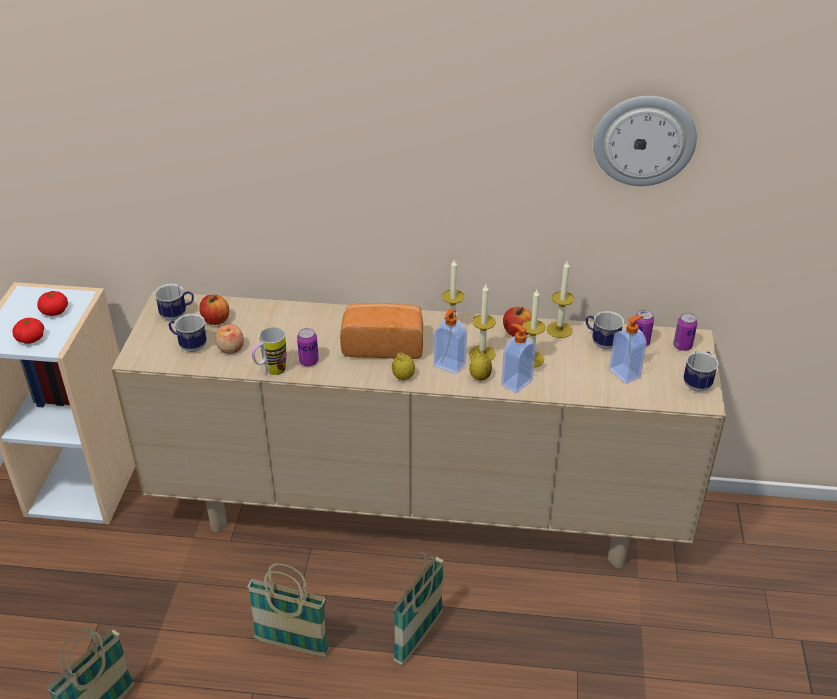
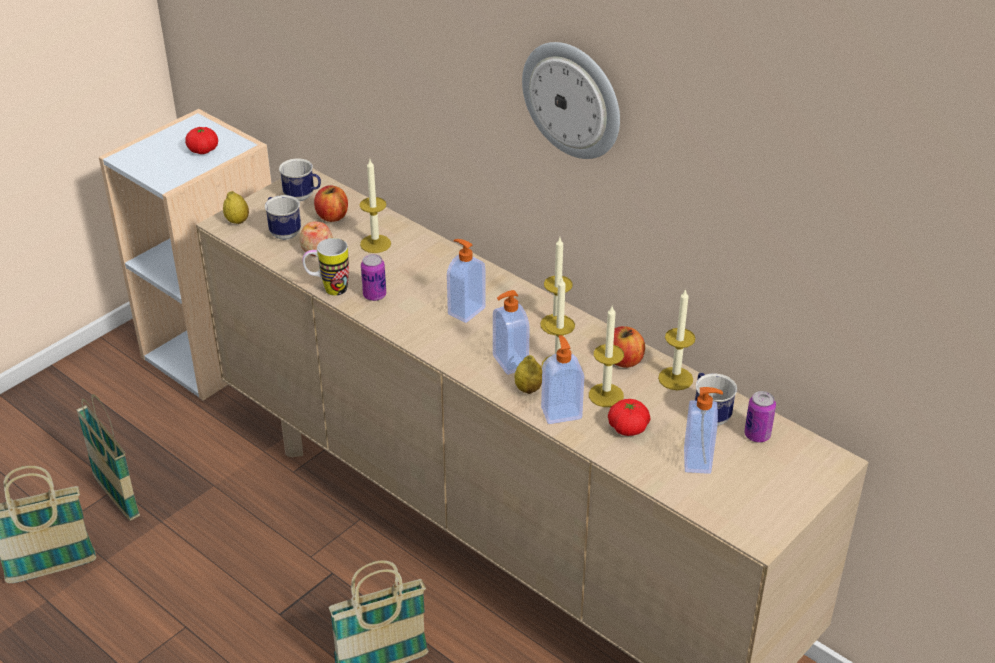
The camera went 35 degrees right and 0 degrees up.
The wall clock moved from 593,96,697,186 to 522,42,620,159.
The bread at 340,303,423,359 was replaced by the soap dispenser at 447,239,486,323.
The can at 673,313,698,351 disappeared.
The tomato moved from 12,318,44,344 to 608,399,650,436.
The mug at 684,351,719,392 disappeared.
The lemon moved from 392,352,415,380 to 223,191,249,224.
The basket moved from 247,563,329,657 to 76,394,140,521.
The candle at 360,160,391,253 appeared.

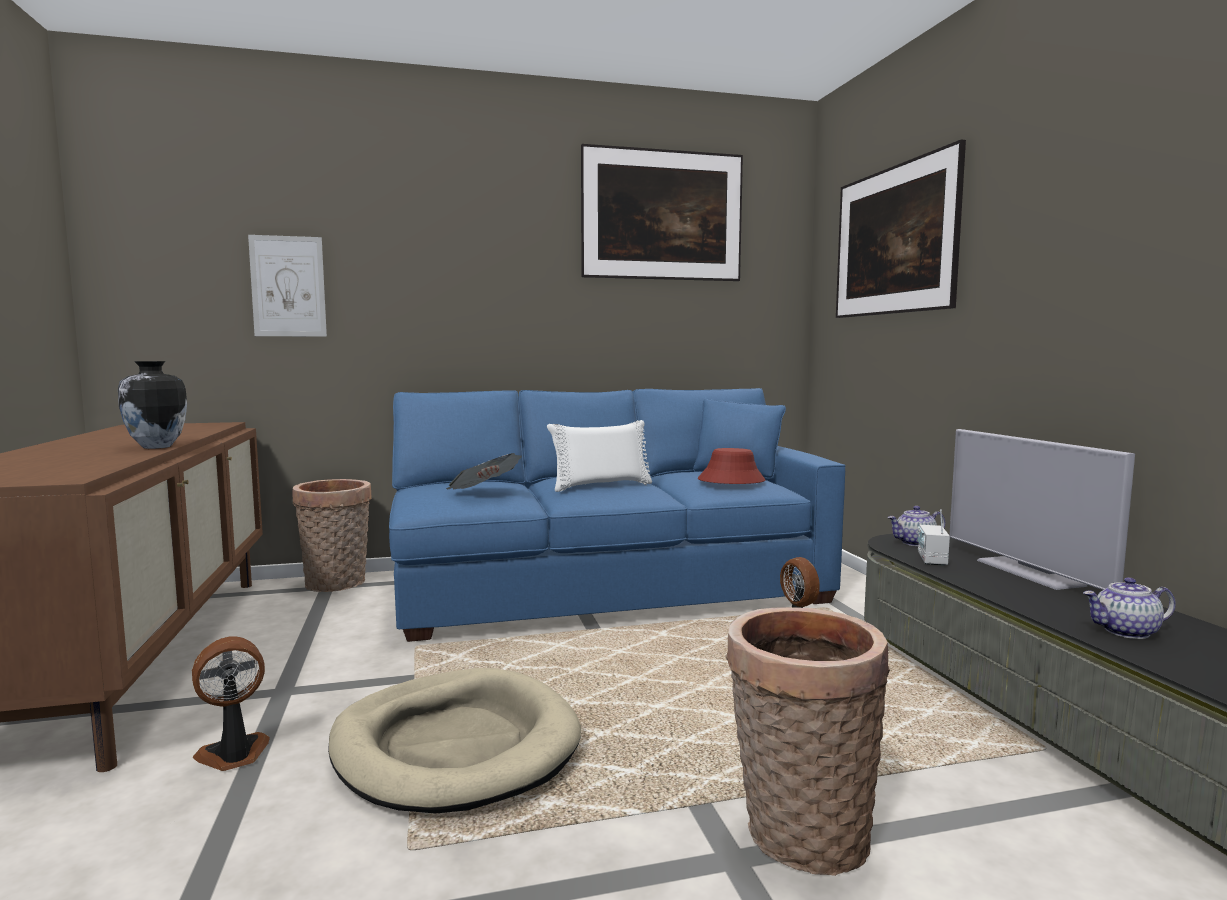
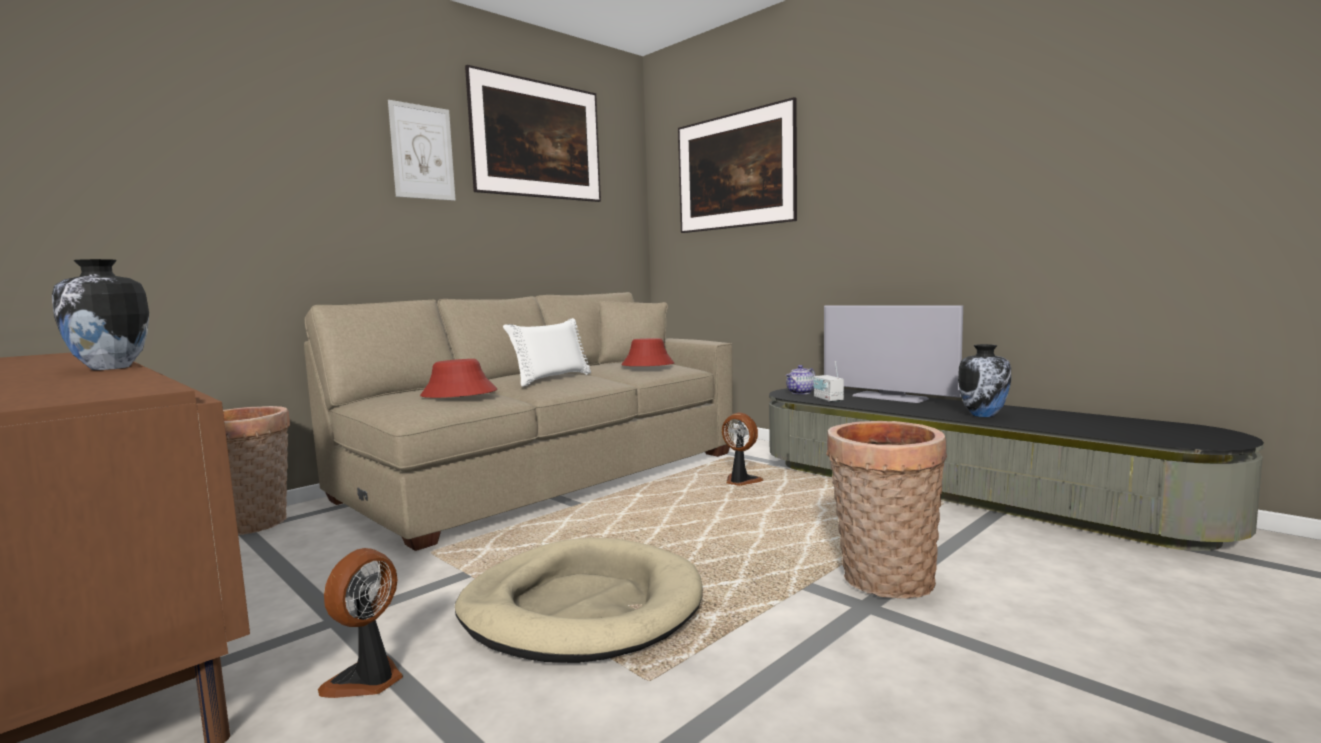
The camera went 30 degrees left and 0 degrees up.
The picture moved from 248,235,327,337 to 388,100,455,201.
The blue sofa at 389,388,846,642 became the beige sofa at 304,292,734,551.
The newspaper at 446,453,522,489 was replaced by the red hat at 420,359,497,398.
The teapot at 1083,577,1176,639 was replaced by the vase at 958,344,1011,417.

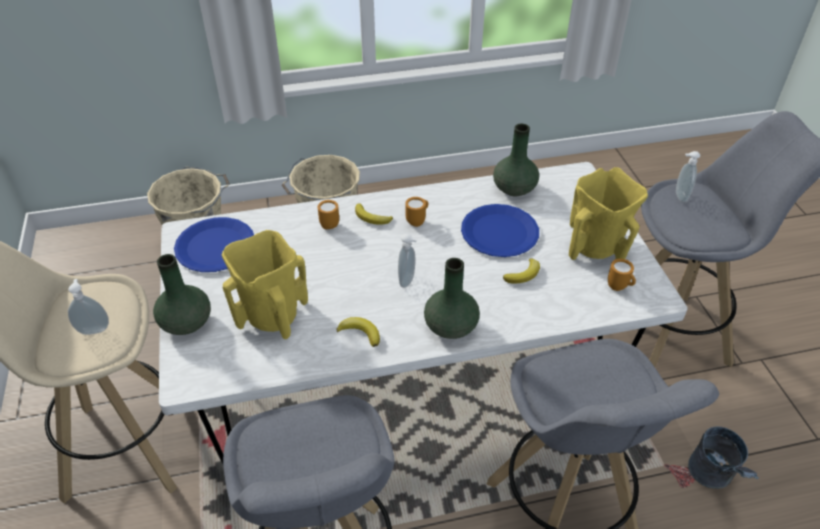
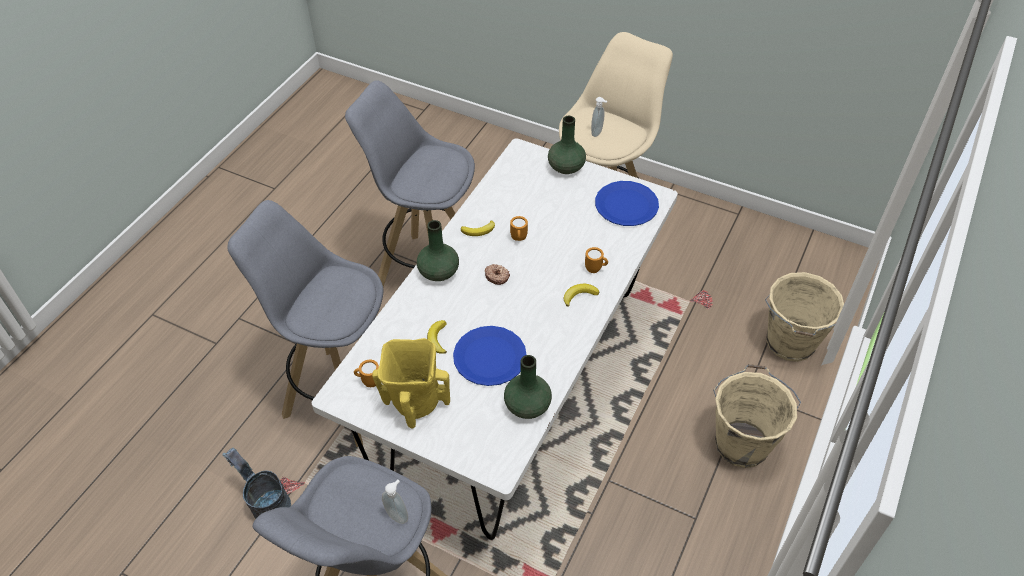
The camera went 130 degrees right and 5 degrees up.
The orange mug moved from 405,197,428,227 to 510,216,528,241.
The yellow vase at 222,230,308,339 disappeared.
The soap dispenser at 398,234,418,288 was replaced by the donut at 485,264,510,285.

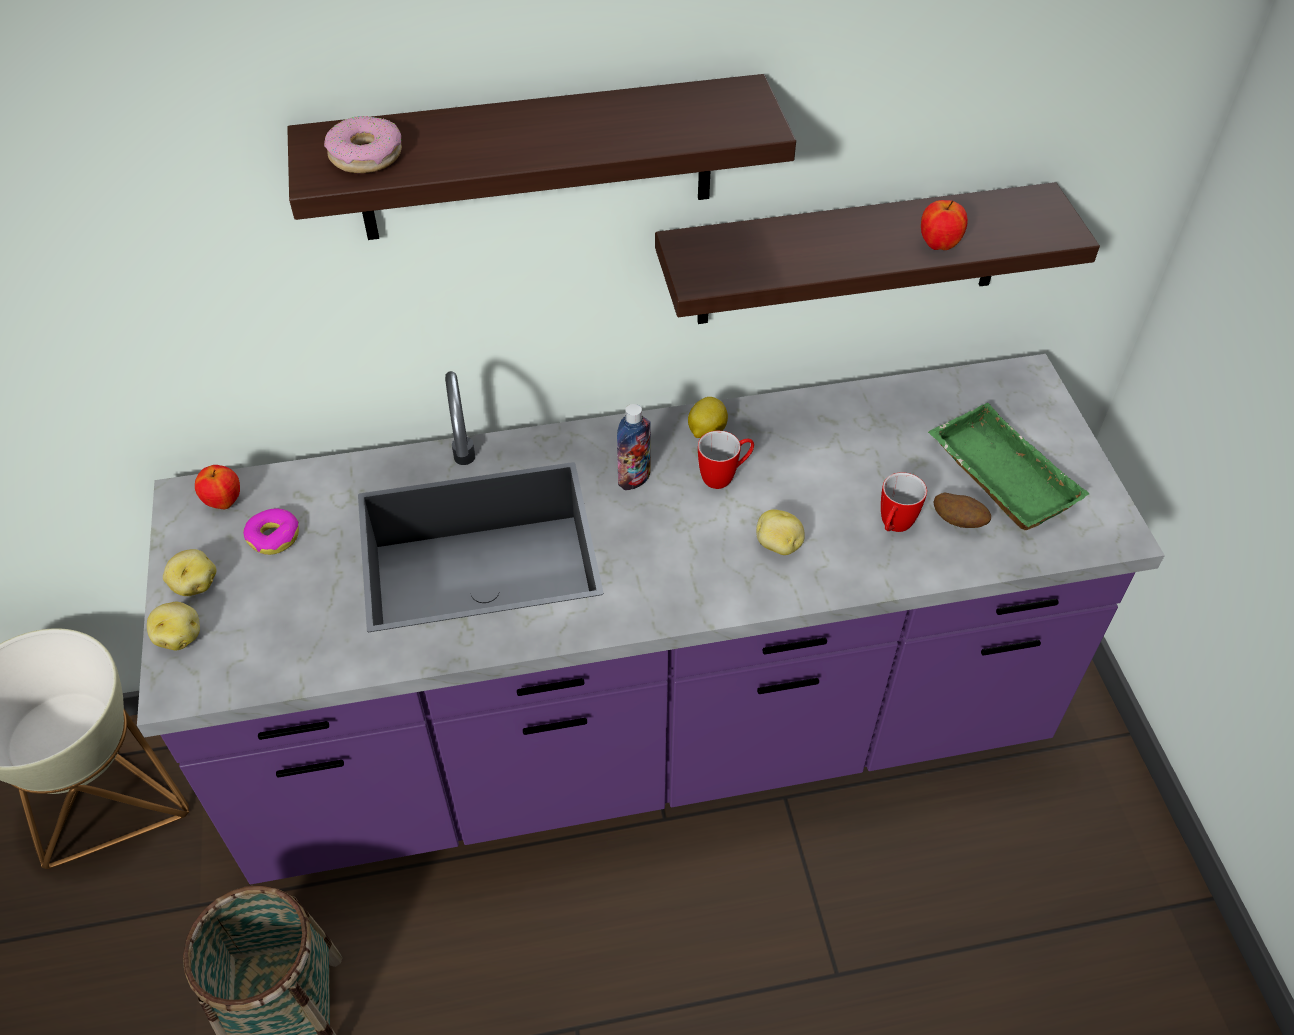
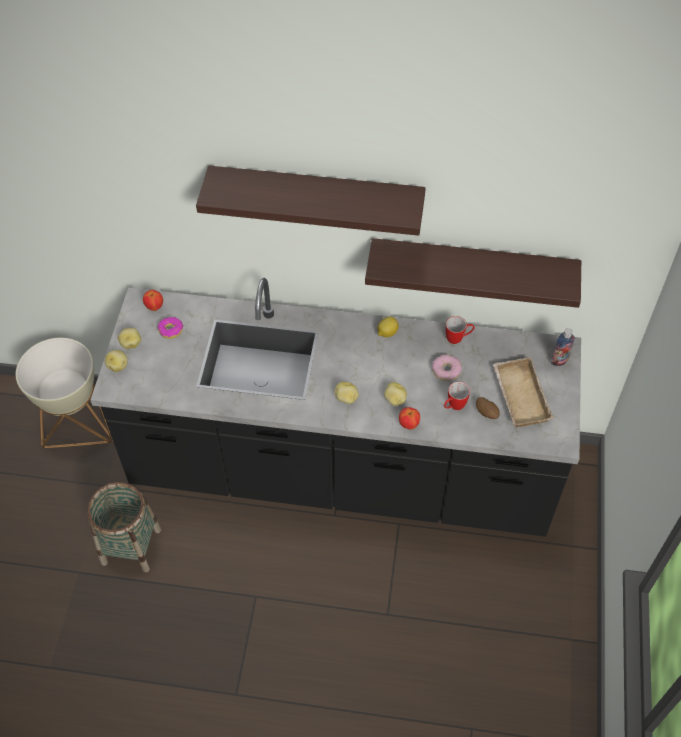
The camera went 20 degrees right and 5 degrees up.
The donut moved from 324,116,402,173 to 432,355,462,381.
The apple moved from 921,200,968,250 to 399,407,420,430.
The purple counter at 137,354,1165,884 became the black counter at 91,278,581,537.
The green tray at 928,403,1089,530 became the beige tray at 493,357,554,427.
The bottle moved from 617,404,651,491 to 551,328,575,366.
The mug moved from 698,430,754,489 to 446,316,475,344.
The potato at 335,382,358,404 appeared.

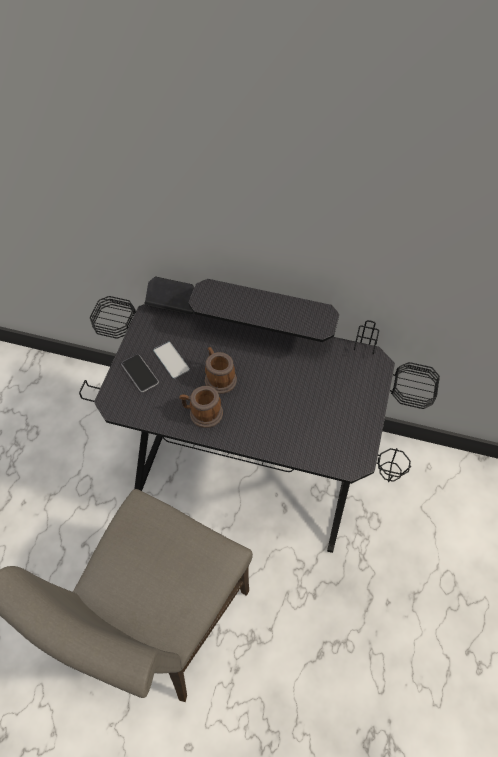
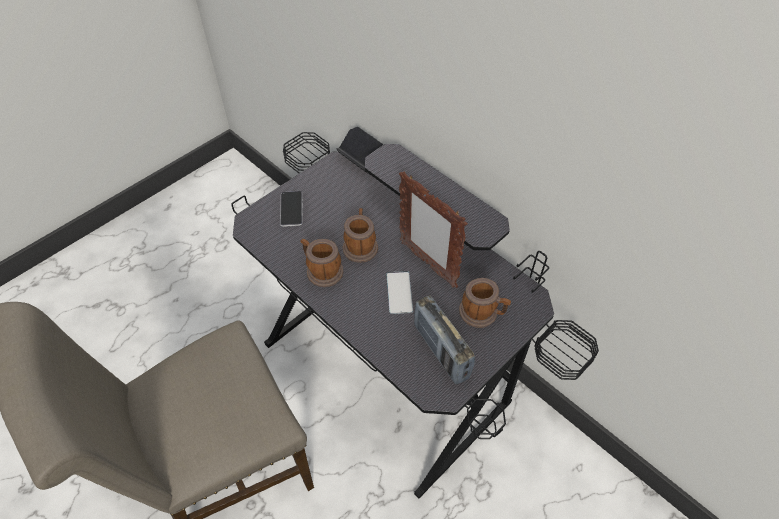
The camera went 30 degrees right and 5 degrees down.
The phone moved from 153,341,190,379 to 386,271,413,314.
The picture frame at 399,171,468,288 appeared.
The mug at 459,278,511,328 appeared.
The radio at 414,295,475,384 appeared.

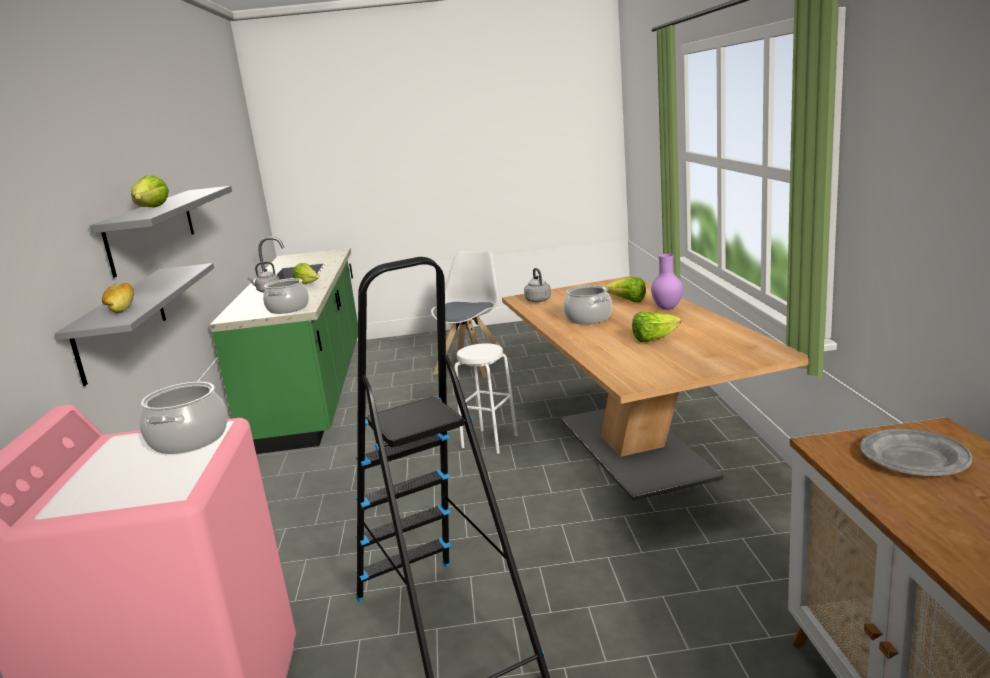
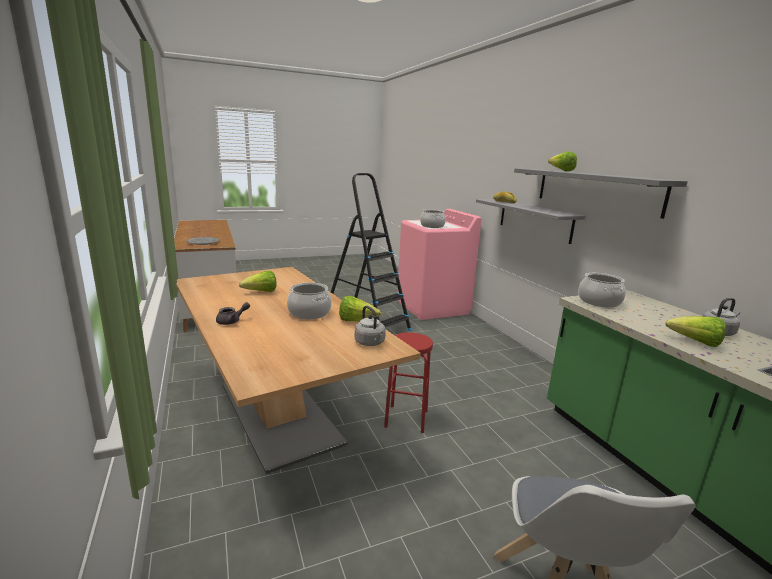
The camera went 160 degrees right and 0 degrees up.
The purple vase at 651,254,683,310 was replaced by the grey teapot at 216,302,250,325.
The lettuce moved from 604,277,646,302 to 339,296,381,322.
The white stool at 454,343,518,454 became the red stool at 384,332,433,434.

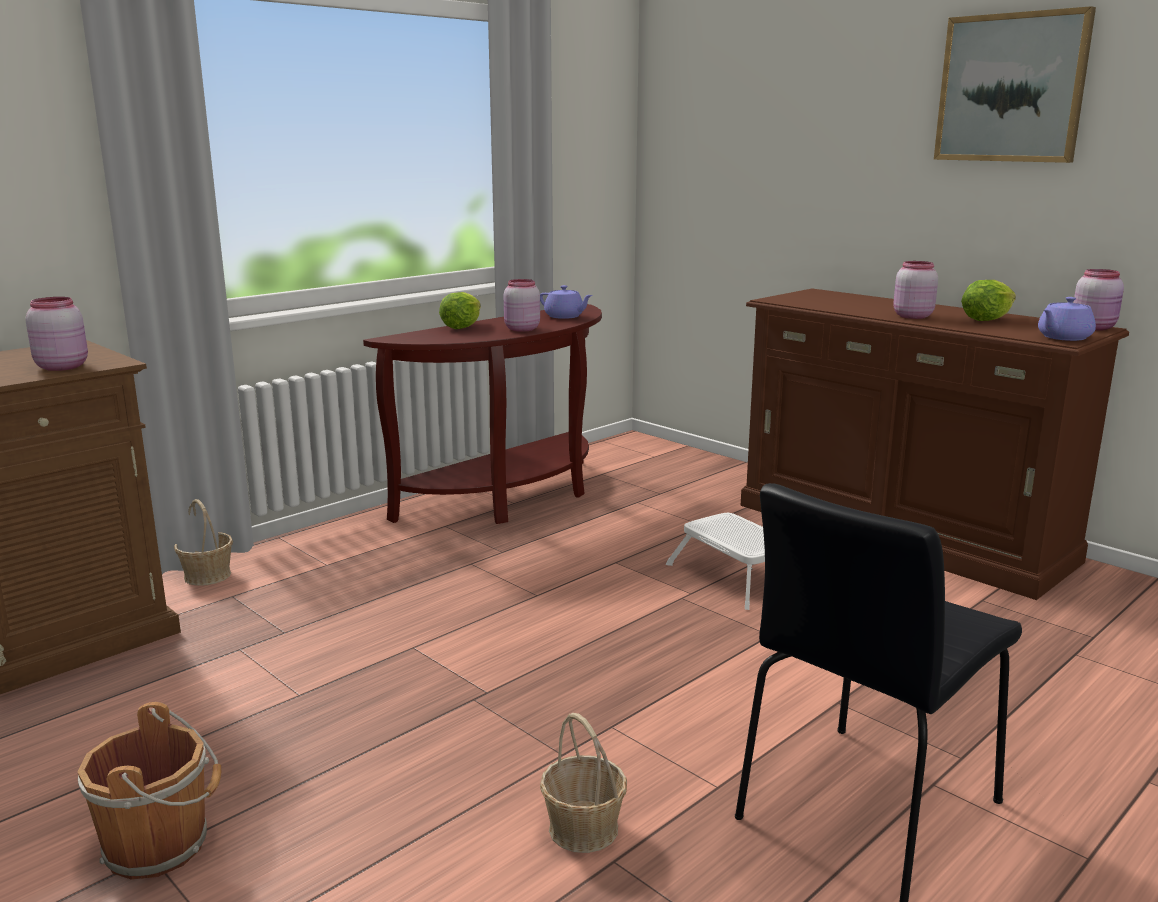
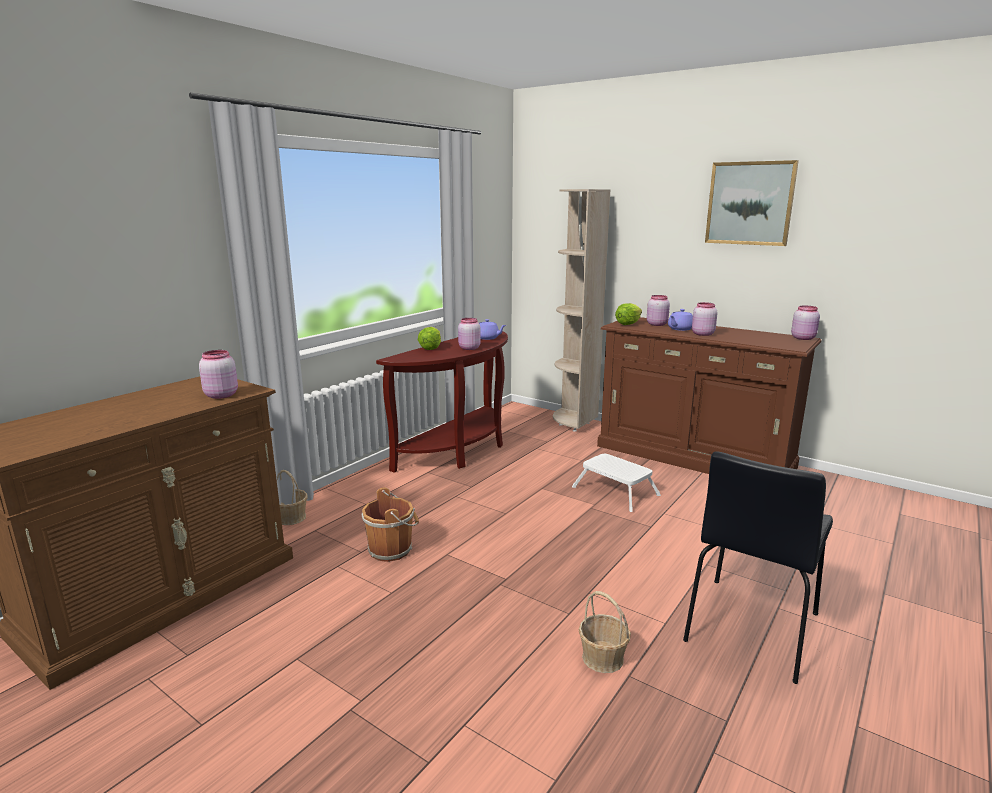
The camera went 10 degrees left and 0 degrees up.
The lettuce moved from 961,280,1016,321 to 615,303,642,325.
The purple teapot moved from 1038,297,1096,341 to 668,309,693,331.
The brown bucket moved from 77,702,221,880 to 362,488,419,562.
The beige bookcase at 553,189,610,432 appeared.
The pink jar at 647,295,670,326 appeared.

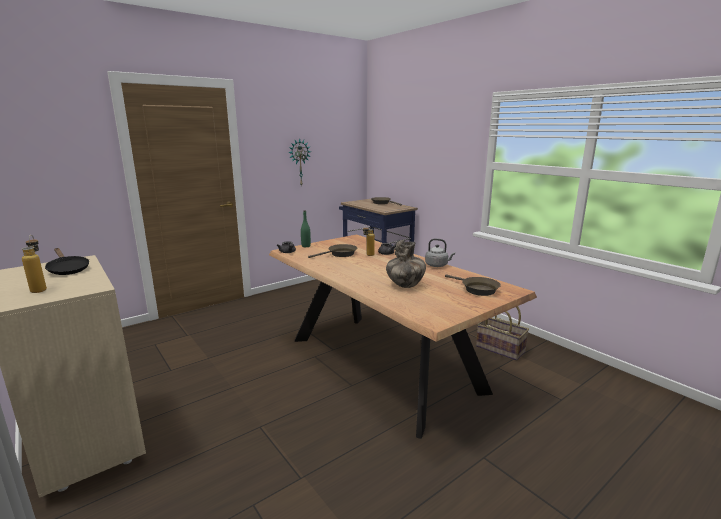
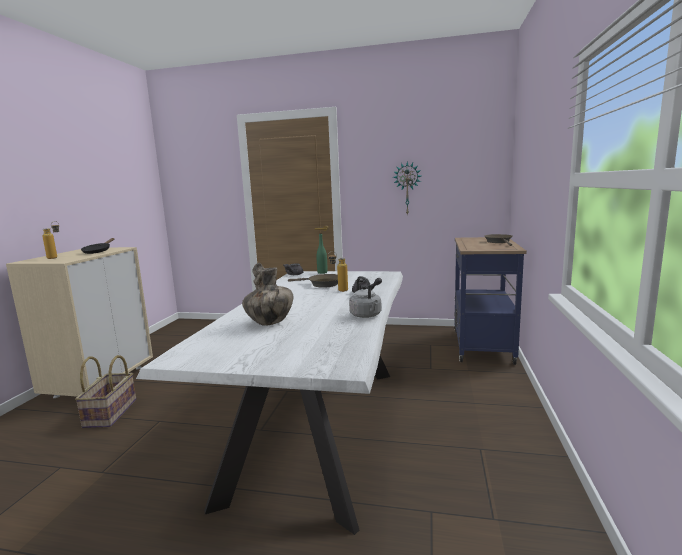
The camera went 50 degrees right and 5 degrees down.
The brown dining table at 269,234,537,439 became the white dining table at 136,271,403,535.
The brown frying pan at 445,274,501,296 disappeared.
The basket moved from 476,306,529,361 to 75,355,136,428.

